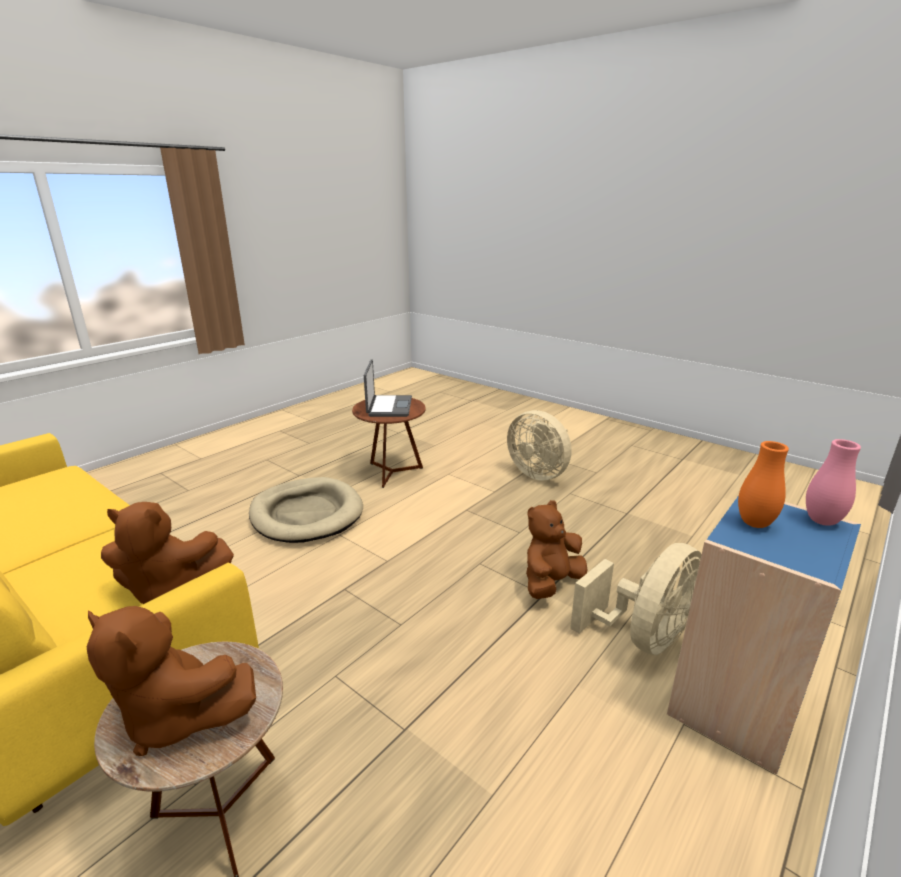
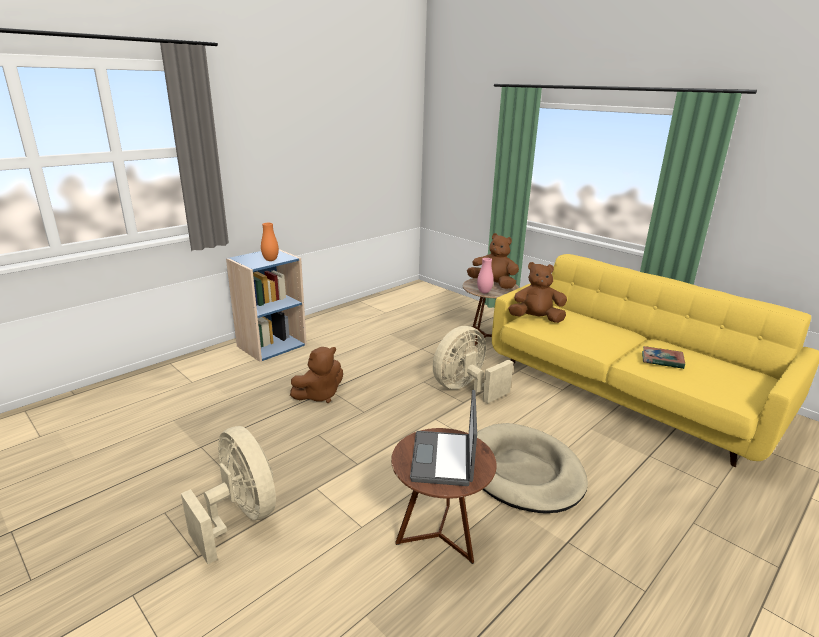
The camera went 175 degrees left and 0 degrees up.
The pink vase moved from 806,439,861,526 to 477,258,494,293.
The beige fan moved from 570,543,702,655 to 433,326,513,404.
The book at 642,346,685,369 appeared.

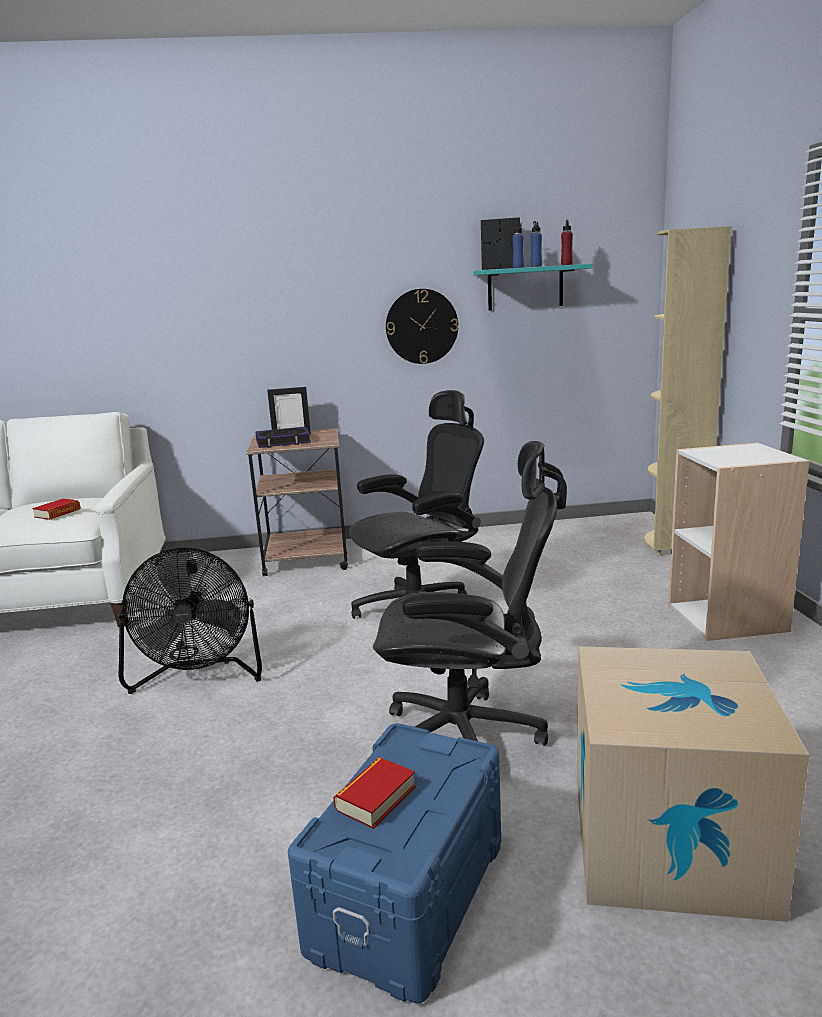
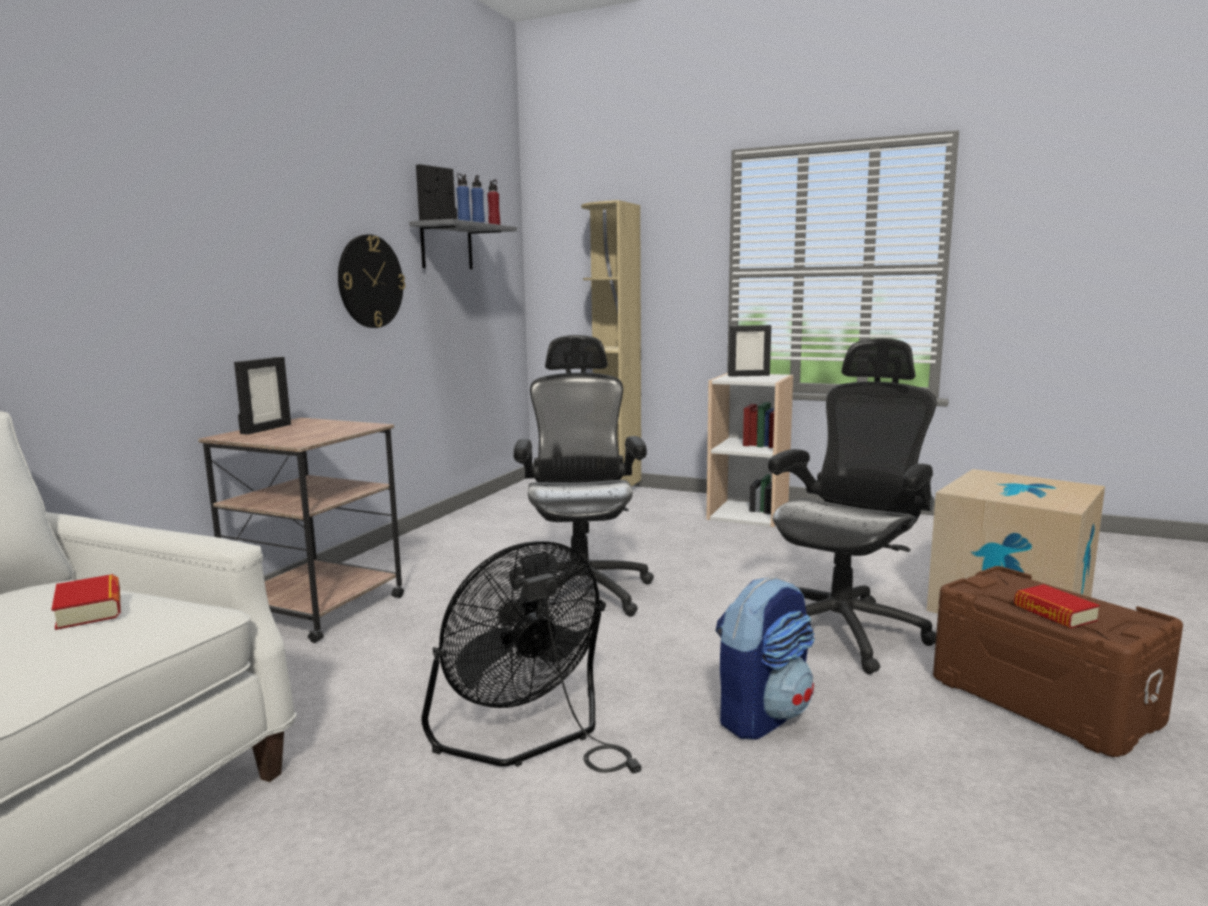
The camera went 60 degrees left and 5 degrees down.
The turquoise shelf at 473,264,592,311 became the grey shelf at 409,219,517,269.
The book at 255,427,311,448 disappeared.
The black fan at 118,548,262,694 turned 150 degrees counterclockwise.
The blue storage box at 288,723,501,1003 became the brown storage box at 933,566,1183,757.
The picture frame at 728,325,771,377 appeared.
The backpack at 716,576,815,740 appeared.

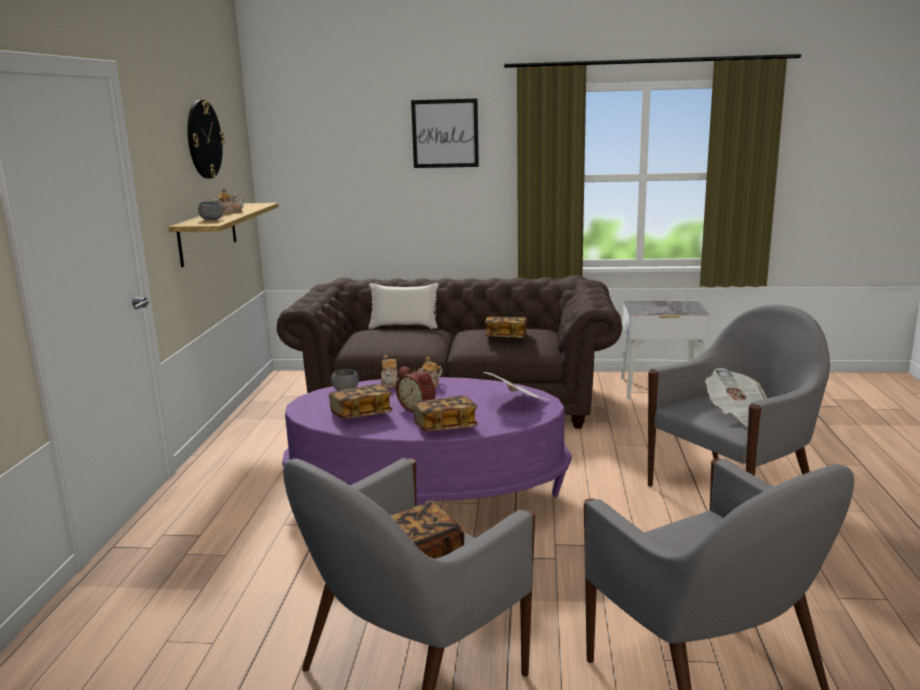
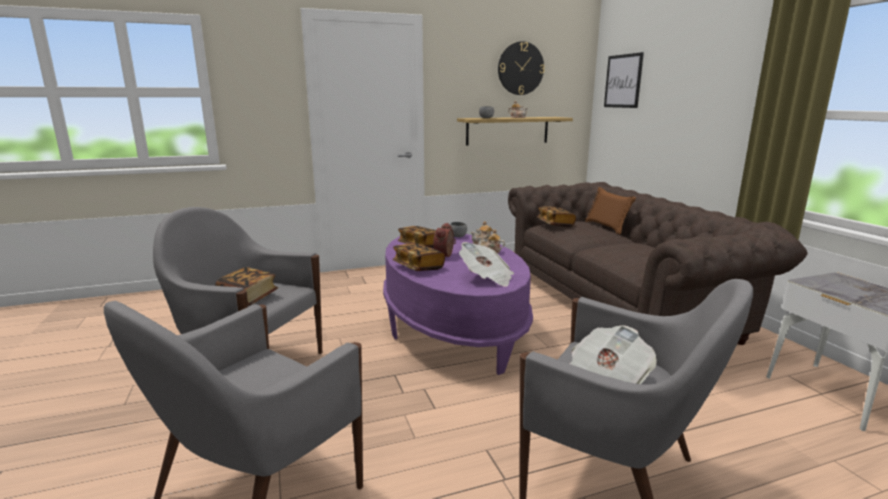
The camera went 65 degrees right and 0 degrees up.
The picture moved from 411,99,479,168 to 604,52,644,108.
The white pillow at 368,283,439,329 became the brown pillow at 585,187,636,234.
The book moved from 485,317,527,338 to 537,206,576,227.

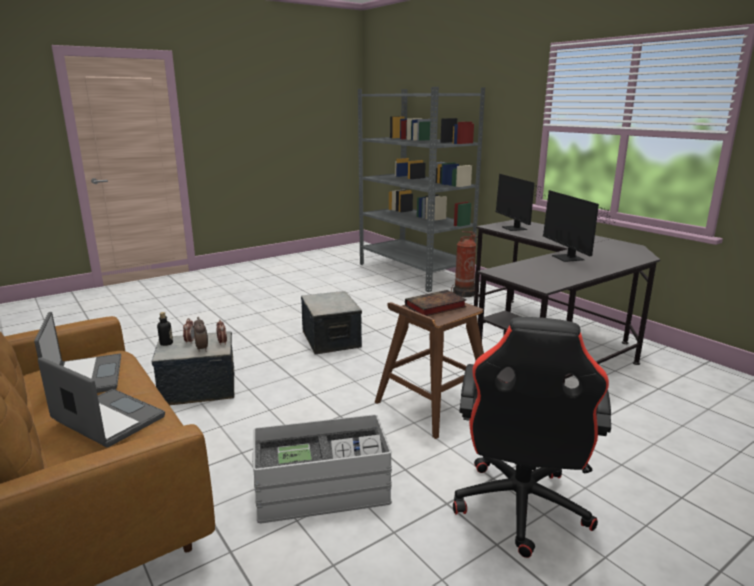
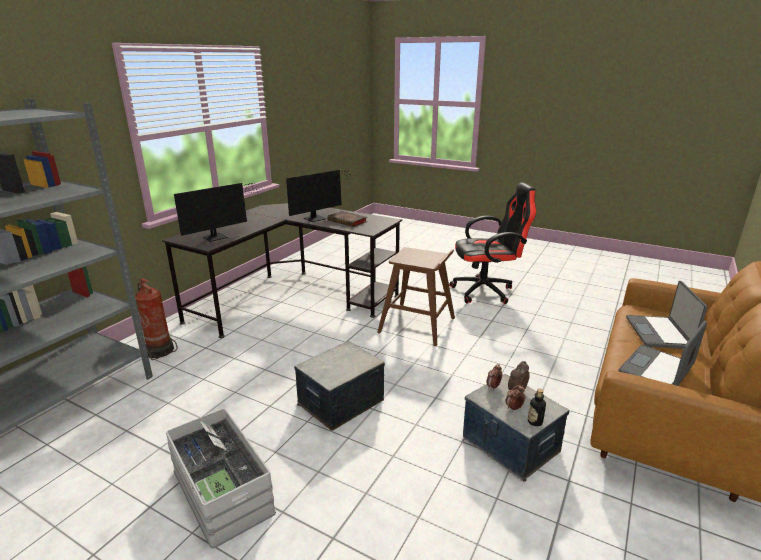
The camera went 115 degrees left and 5 degrees up.
The book moved from 405,290,467,316 to 328,211,367,227.
The grey storage box moved from 252,415,392,523 to 166,408,276,549.

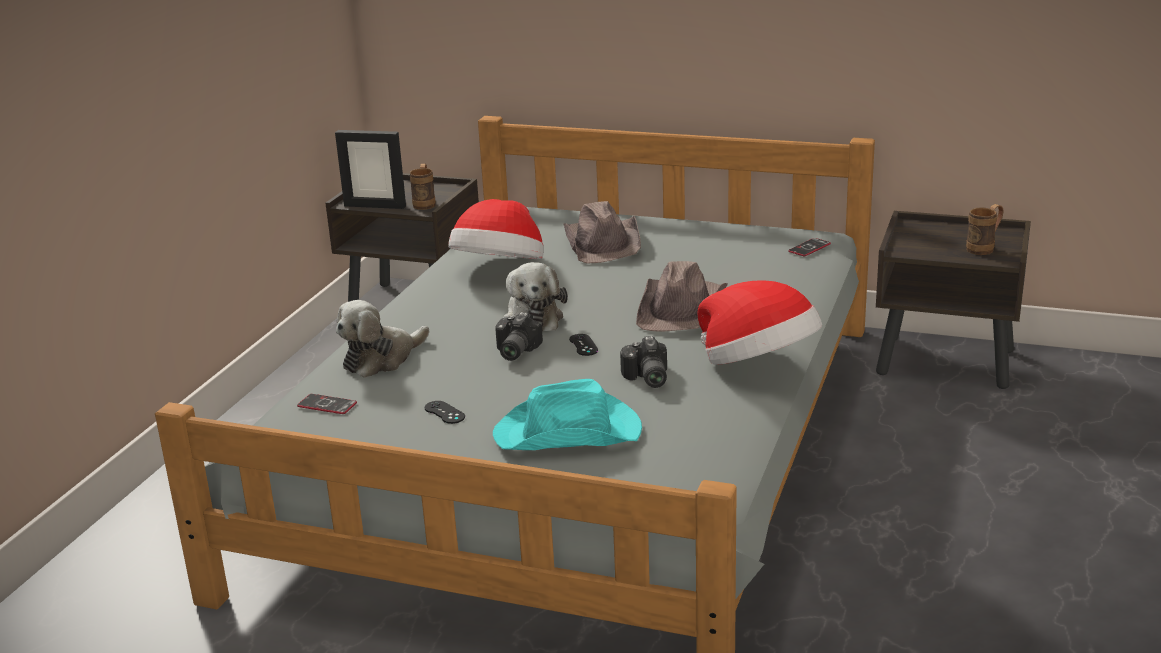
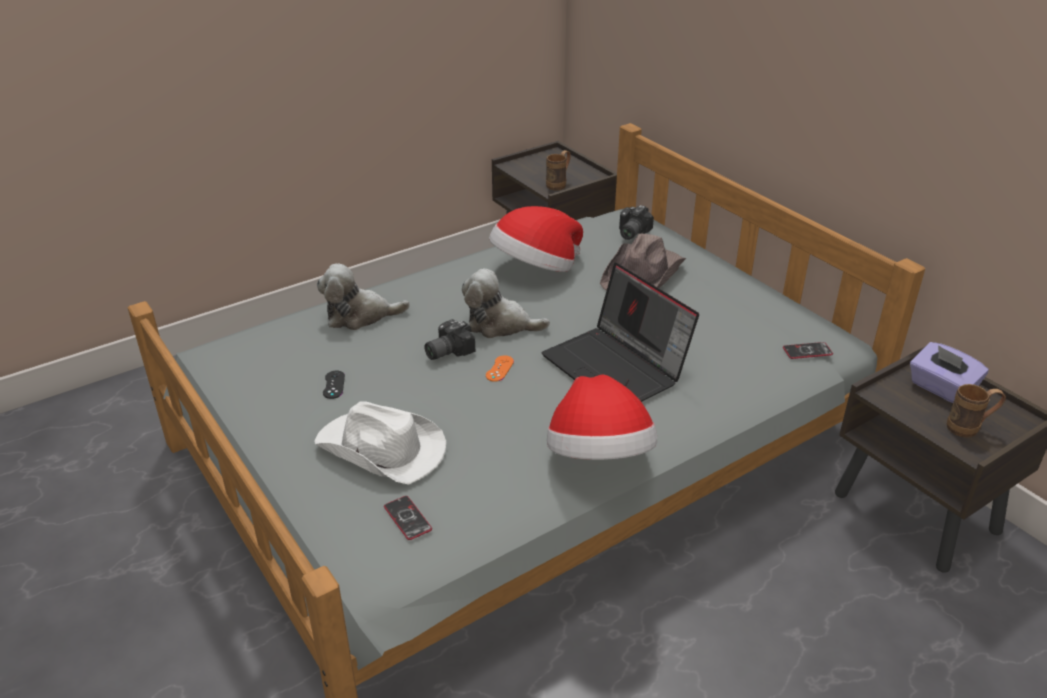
The camera went 35 degrees right and 10 degrees up.
The picture frame at 335,130,406,209 disappeared.
The brown hat at 636,261,728,332 was replaced by the laptop at 542,262,699,402.
The plush toy at 503,262,568,331 turned 75 degrees clockwise.
The black game controller at 569,334,598,356 became the orange game controller at 486,355,514,382.
The photo camera moved from 620,336,667,388 to 619,205,654,240.
The turquoise hat at 493,379,642,450 became the white hat at 314,401,447,485.
The phone moved from 297,394,357,414 to 384,496,432,540.
The purple tissue box at 910,342,989,403 appeared.

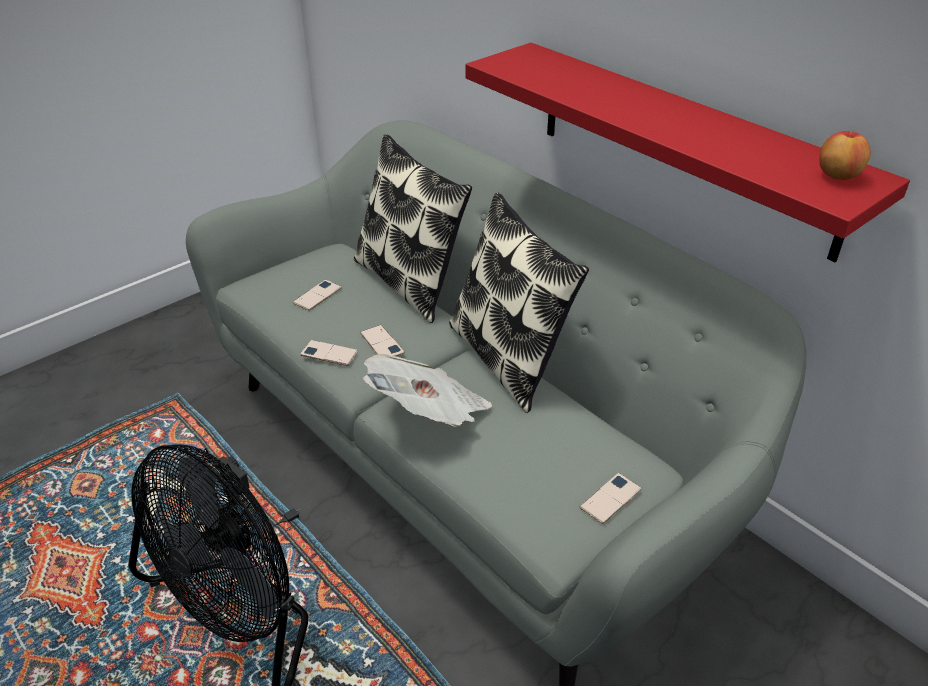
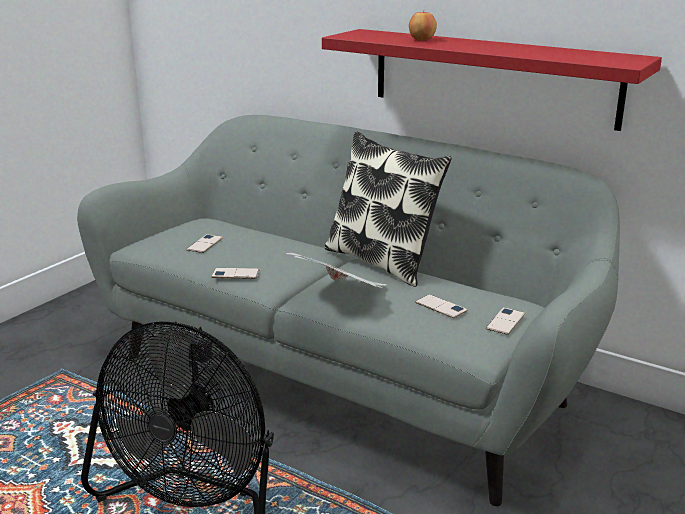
The camera went 15 degrees left and 15 degrees down.
The apple moved from 819,130,871,180 to 409,12,437,41.
The pillow at 354,134,472,323 disappeared.
The phone moved from 360,325,405,356 to 415,294,468,318.

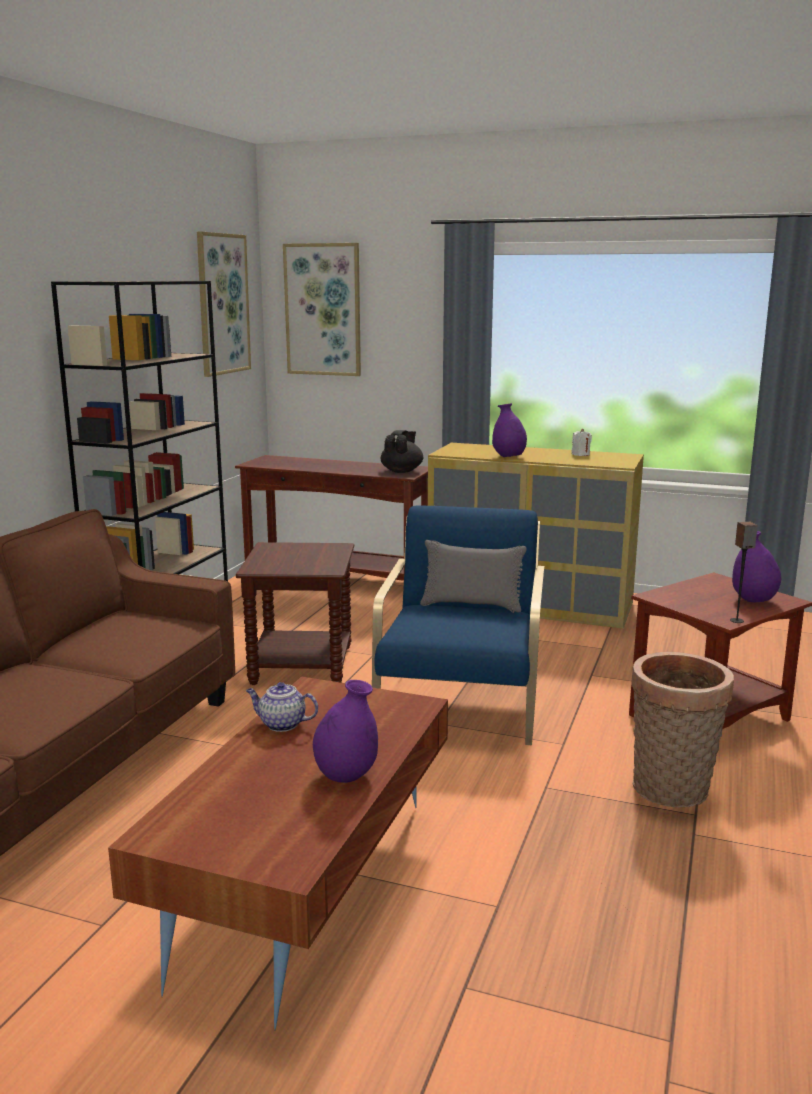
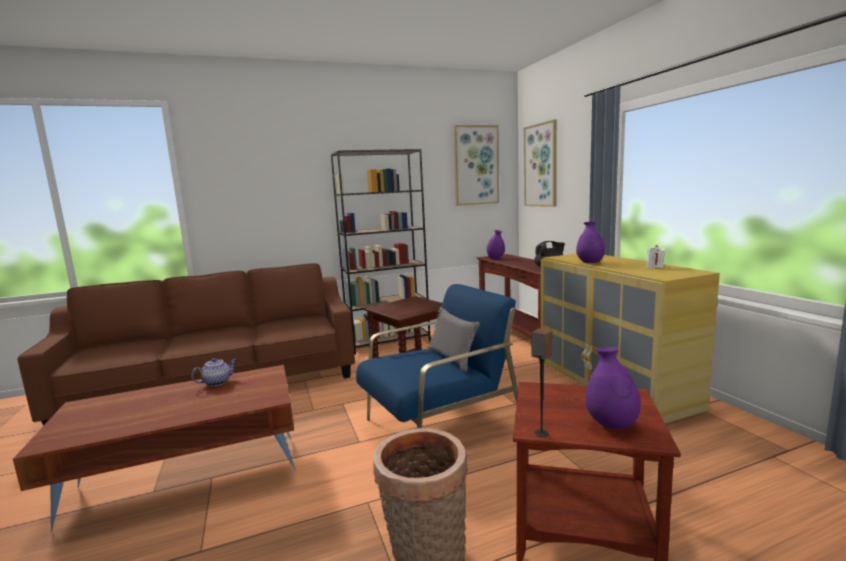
The camera went 50 degrees right and 5 degrees down.
The purple vase moved from 313,680,378,783 to 487,230,505,259.
The teapot at 246,682,318,732 turned 75 degrees clockwise.

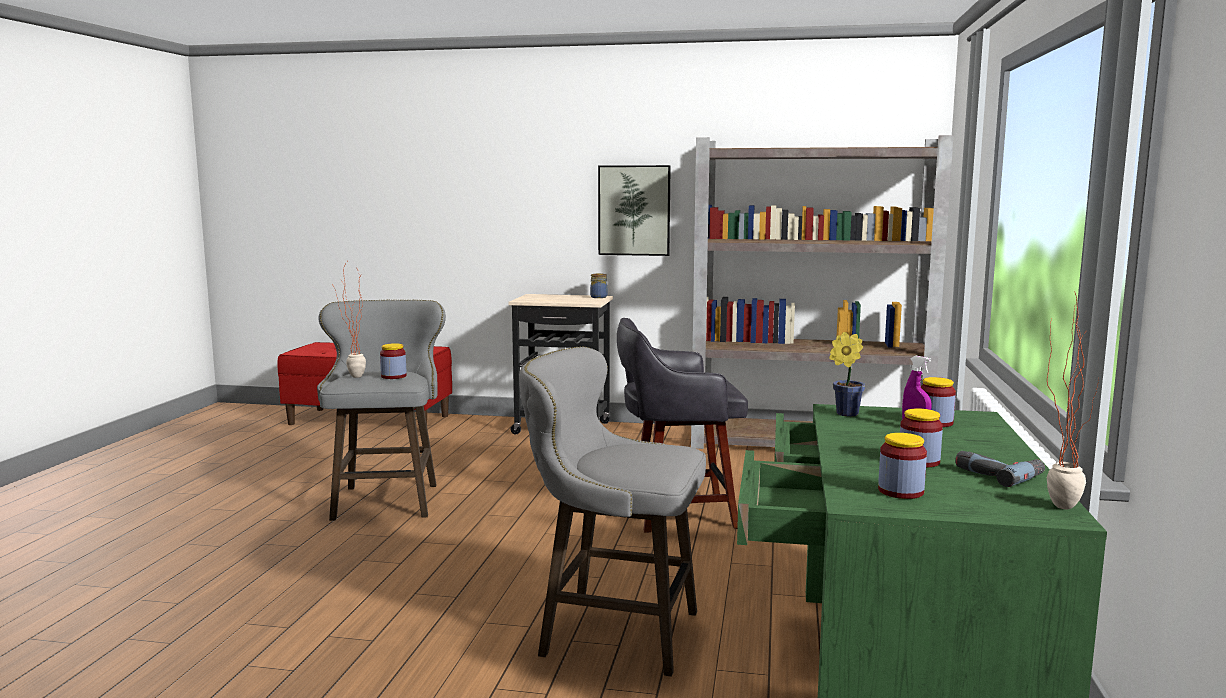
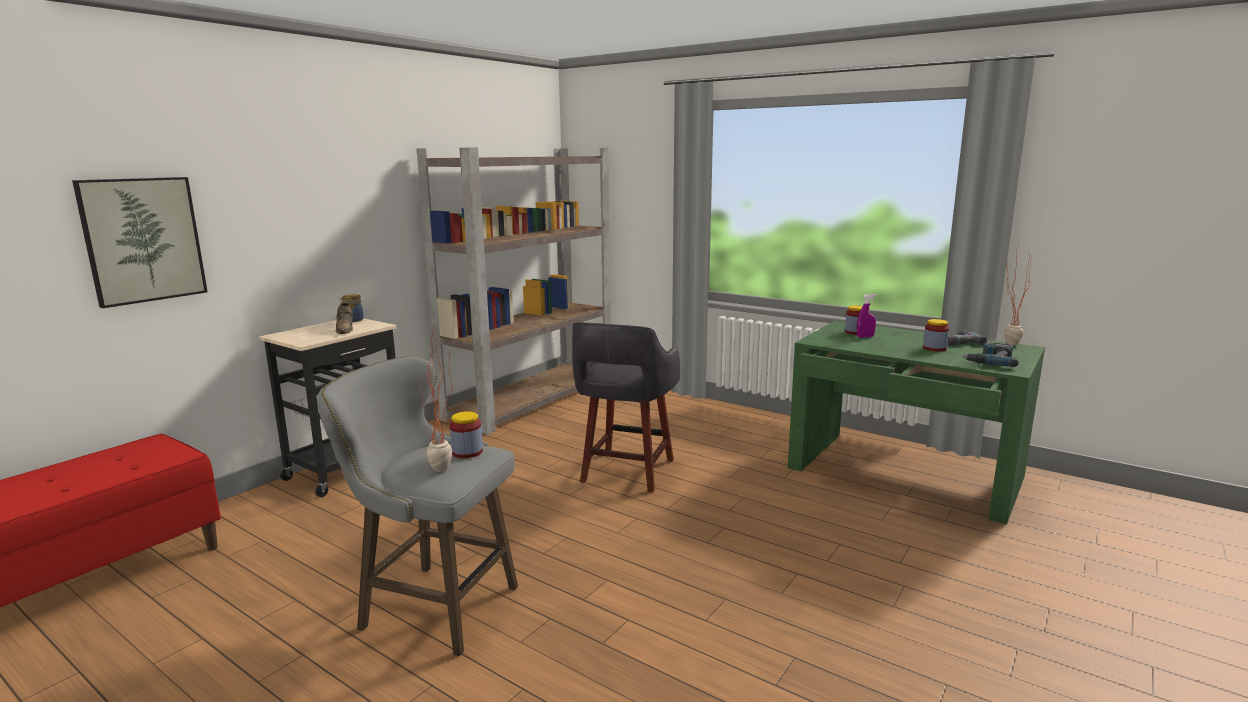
The camera went 65 degrees left and 5 degrees up.
The picture moved from 598,165,671,256 to 72,177,208,308.
The potted plant at 830,332,865,417 disappeared.
The grey stool at 519,347,706,677 disappeared.
The jar at 878,433,927,499 was replaced by the power drill at 962,342,1019,367.
The brown shoe at 336,303,353,334 appeared.

